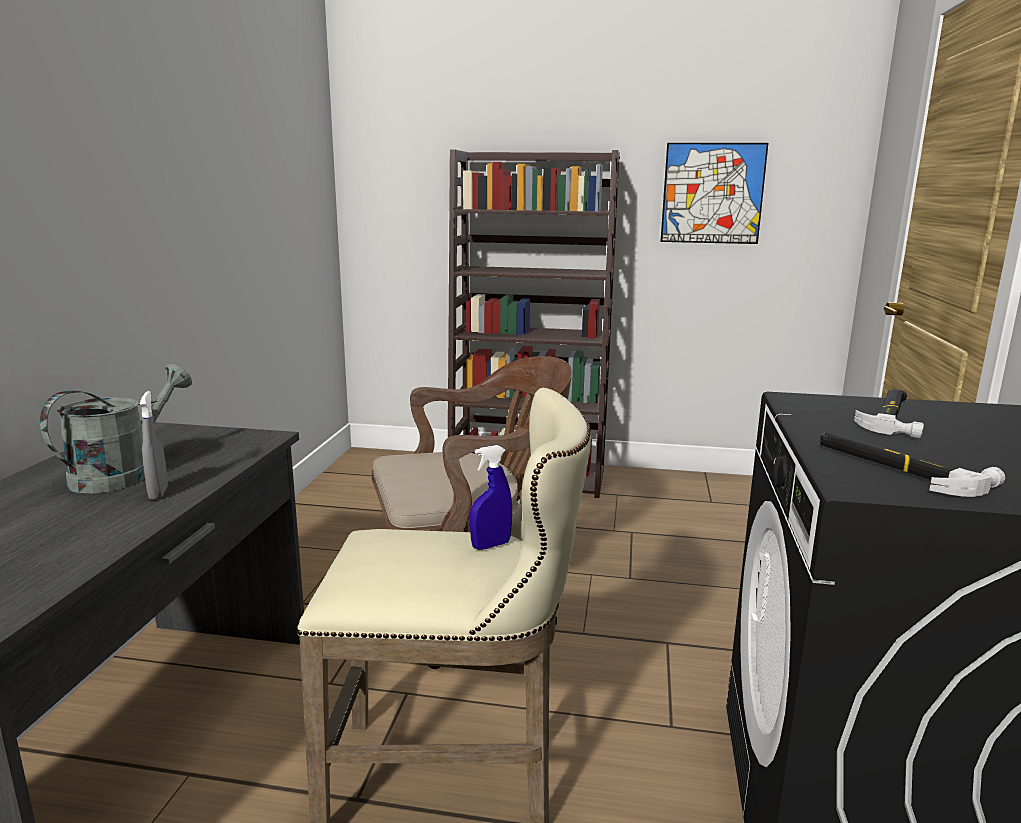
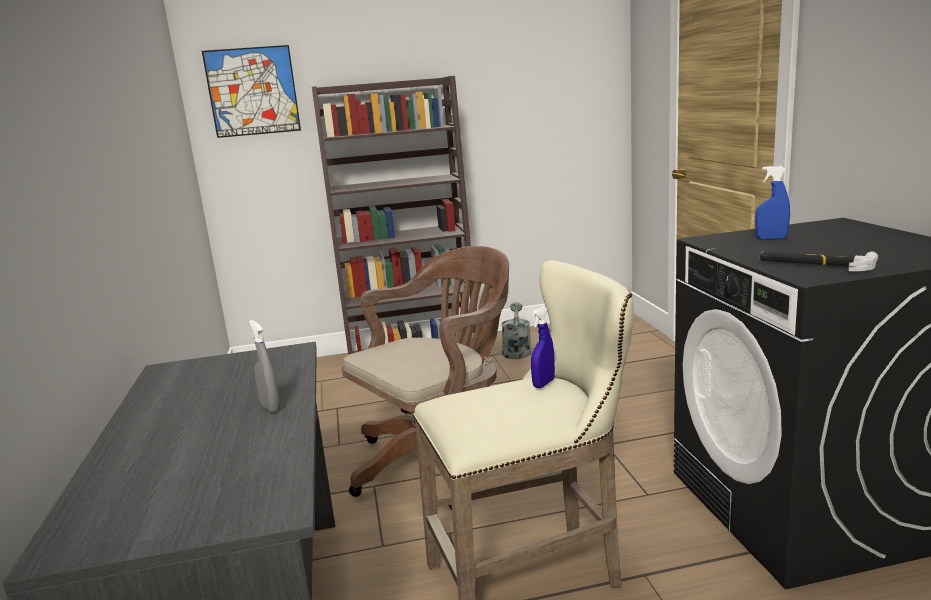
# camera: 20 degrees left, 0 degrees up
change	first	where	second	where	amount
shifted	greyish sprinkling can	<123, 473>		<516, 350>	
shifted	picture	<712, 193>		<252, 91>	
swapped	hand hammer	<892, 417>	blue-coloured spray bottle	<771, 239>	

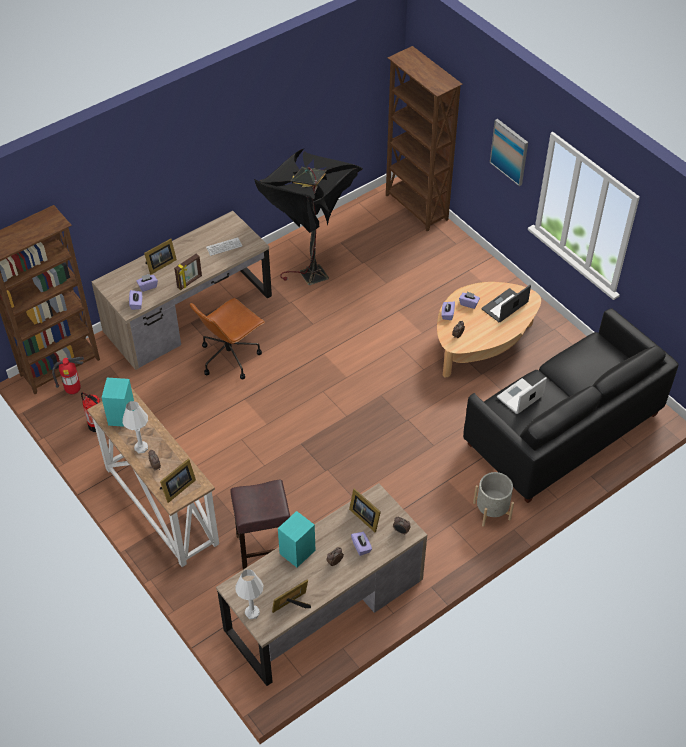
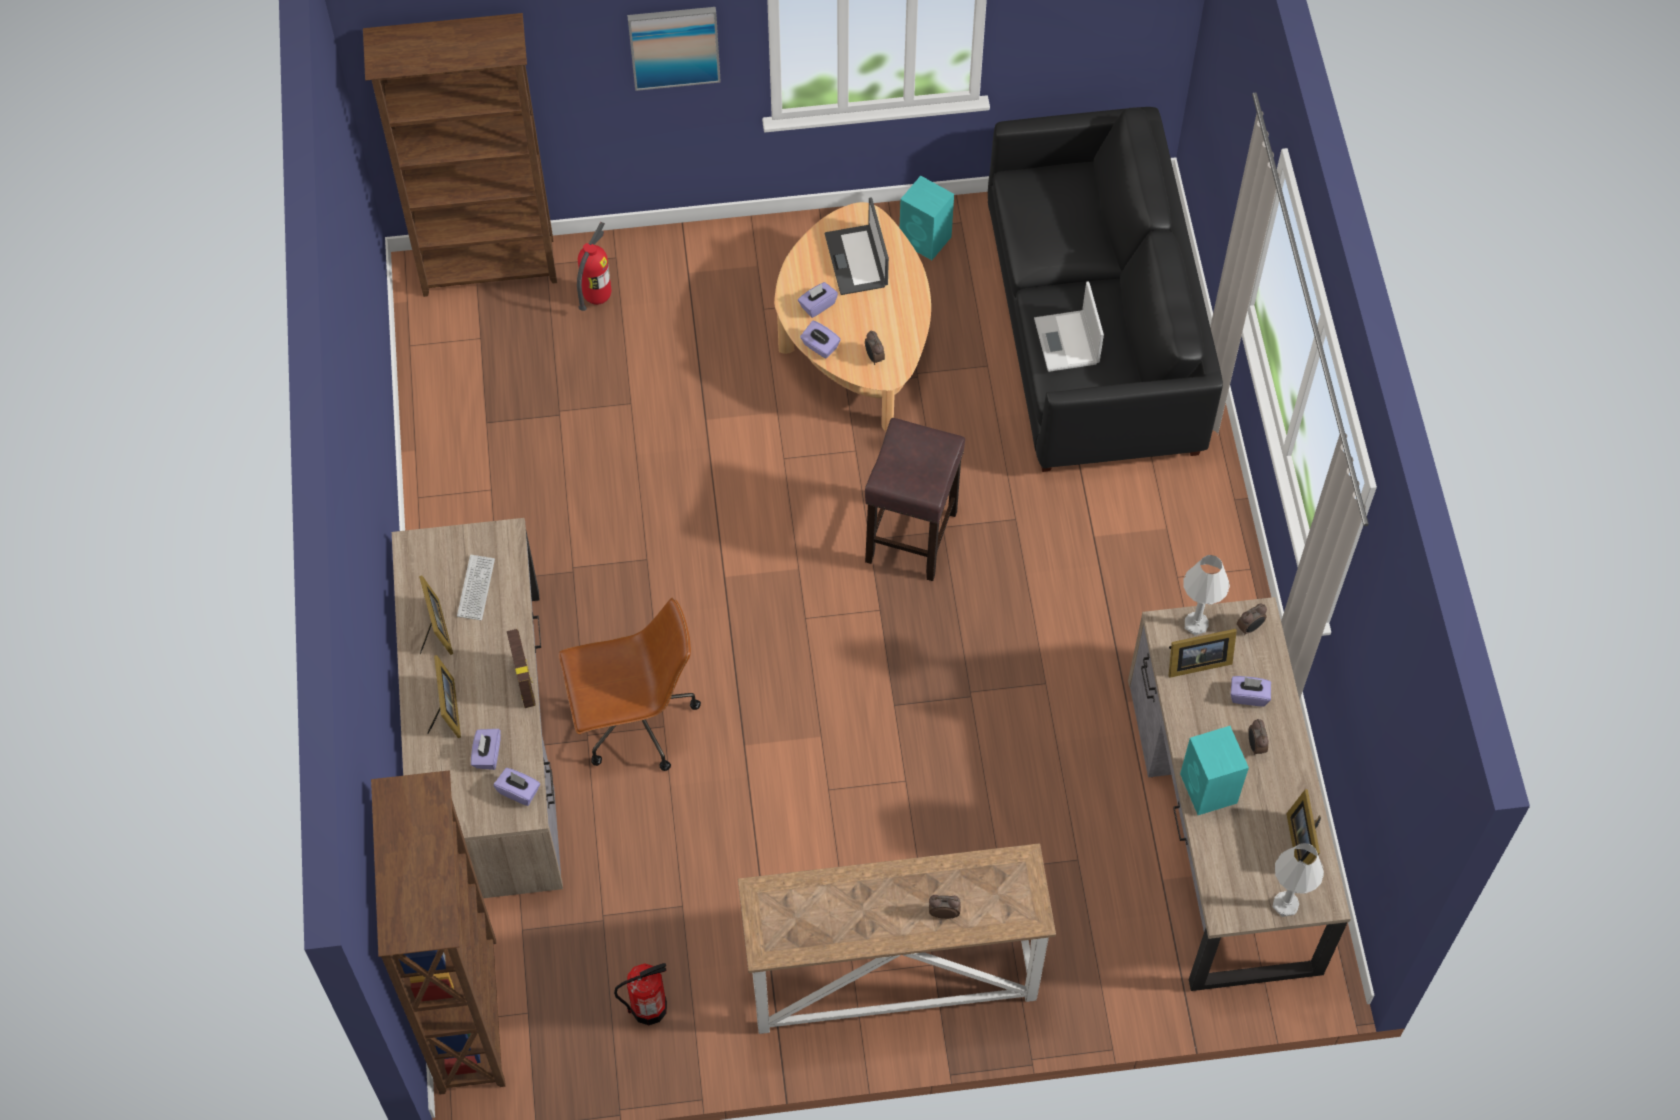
# camera: 60 degrees left, 10 degrees up
change	first	where	second	where	amount
gone	blackish standing lamp	<311, 270>			
gone	greyish plant pot	<491, 511>			
shifted	fire extinguisher	<73, 390>		<597, 297>	
shifted	turquoise speaker	<121, 416>		<926, 240>	
shifted	whitish tabletop lamp	<141, 448>		<1195, 624>	
shifted	photo frame	<177, 489>		<436, 631>	
shifted	brown stool	<265, 547>		<911, 535>	
rotated	brown computer chair	<230, 356>		<634, 722>	90 degrees counterclockwise

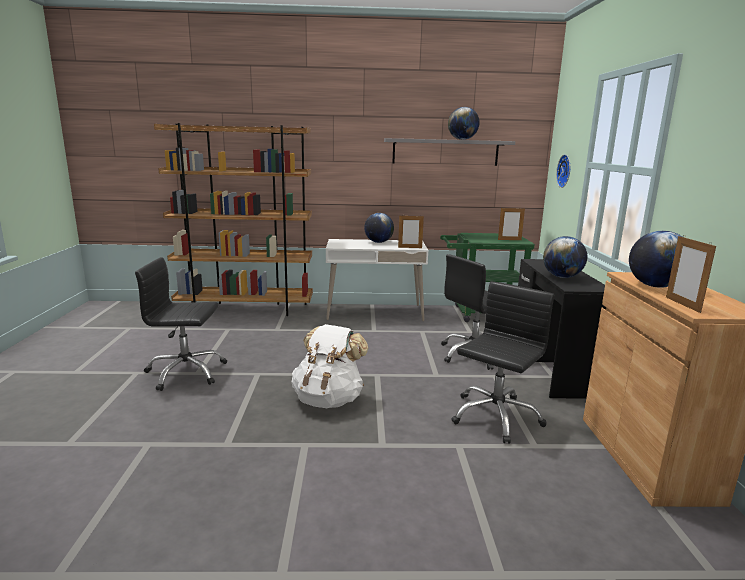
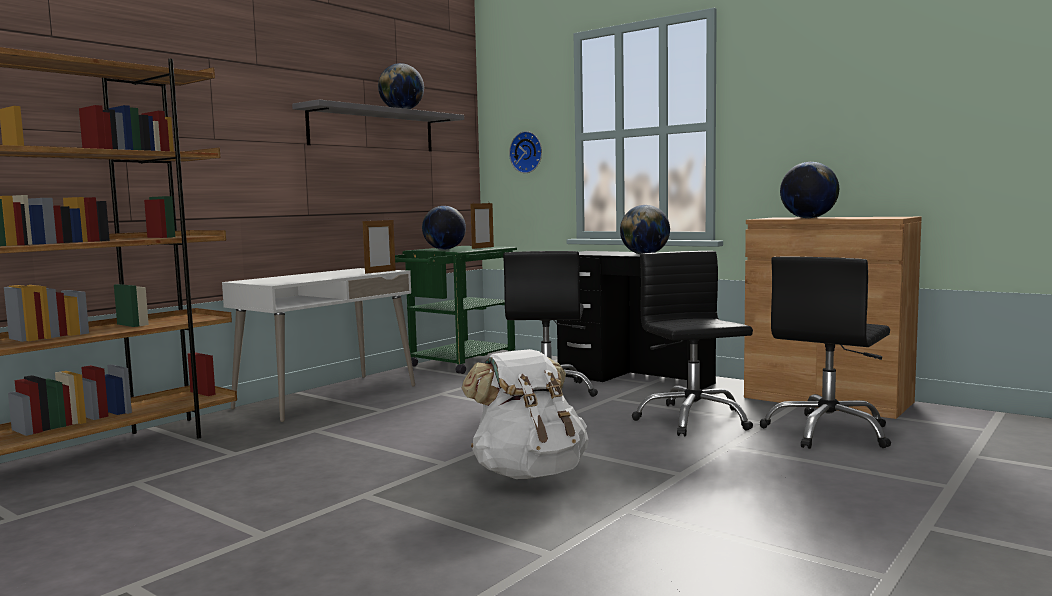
# camera: 50 degrees left, 10 degrees down
change	first	where	second	where	amount
gone	photo frame	<682, 304>			
shifted	blackish computer chair	<186, 372>		<828, 432>	
shifted	desk globe	<378, 242>		<444, 249>	

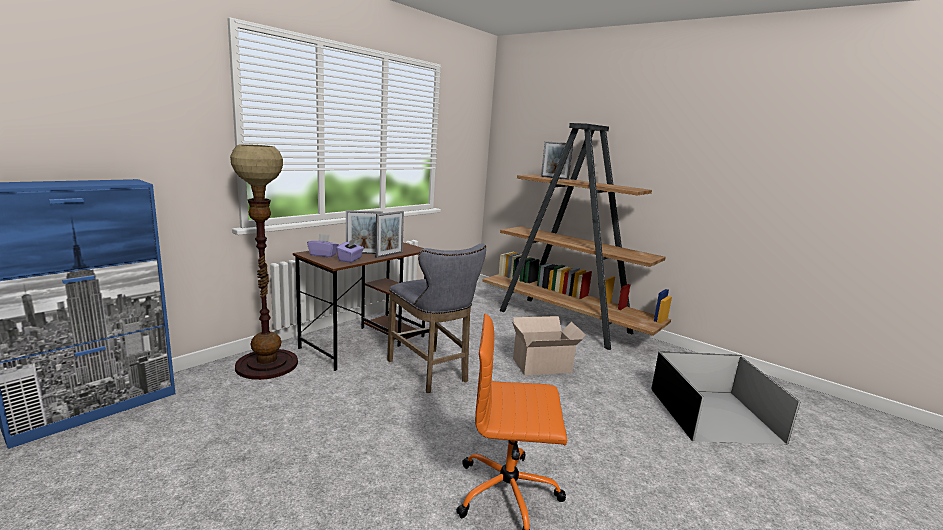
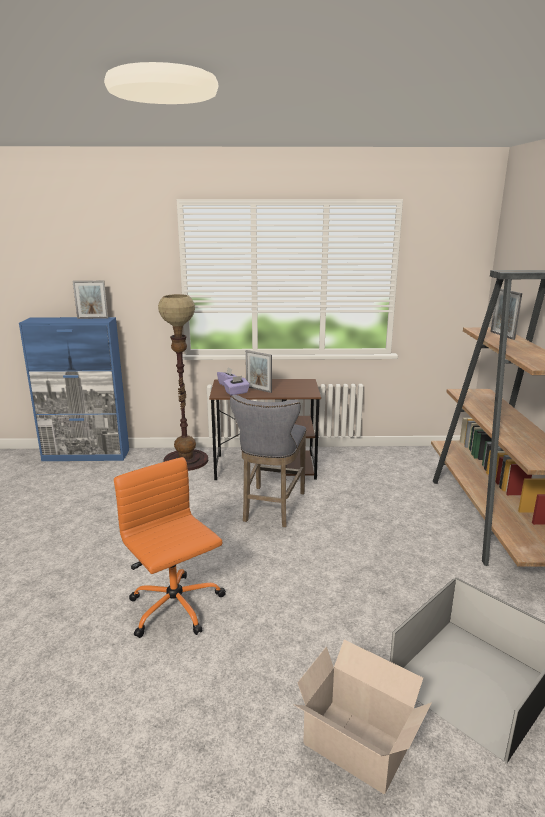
# camera: 50 degrees right, 5 degrees up
change	first	where	second	where	amount
shifted	photo frame	<389, 255>		<92, 318>	
shifted	cardboard box	<543, 365>		<358, 747>	

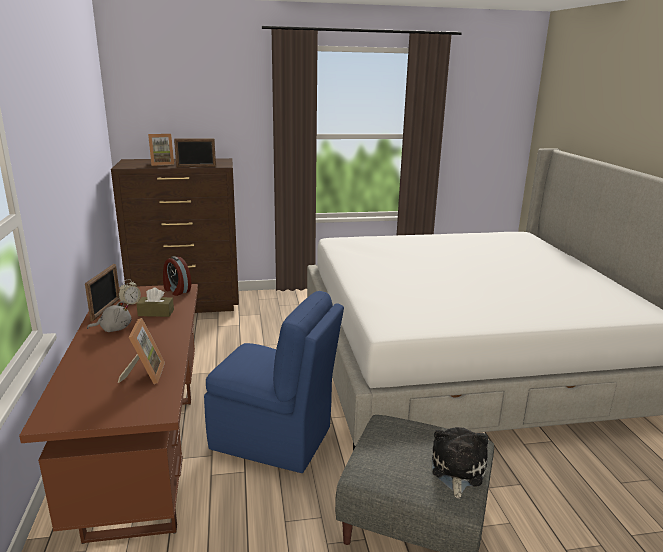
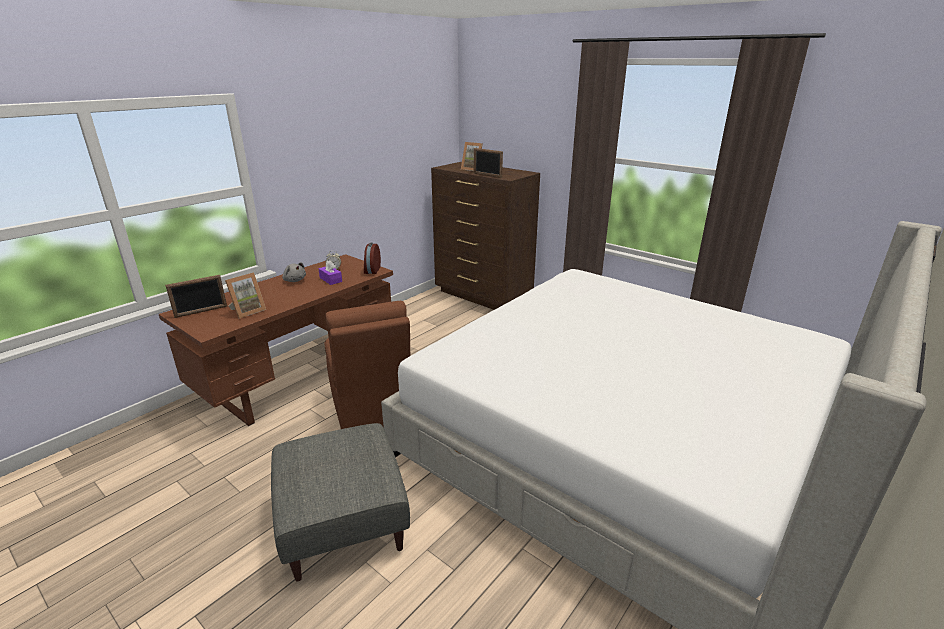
# camera: 50 degrees right, 5 degrees up
change	first	where	second	where	amount
gone	soft toy	<457, 470>			
shifted	photo frame	<106, 309>		<201, 312>	
repainted	brown tissue box	<156, 313>	purple-coloured tissue box	<331, 280>	
repainted	blue-coloured upright chair	<274, 439>	brown upright chair	<371, 411>	

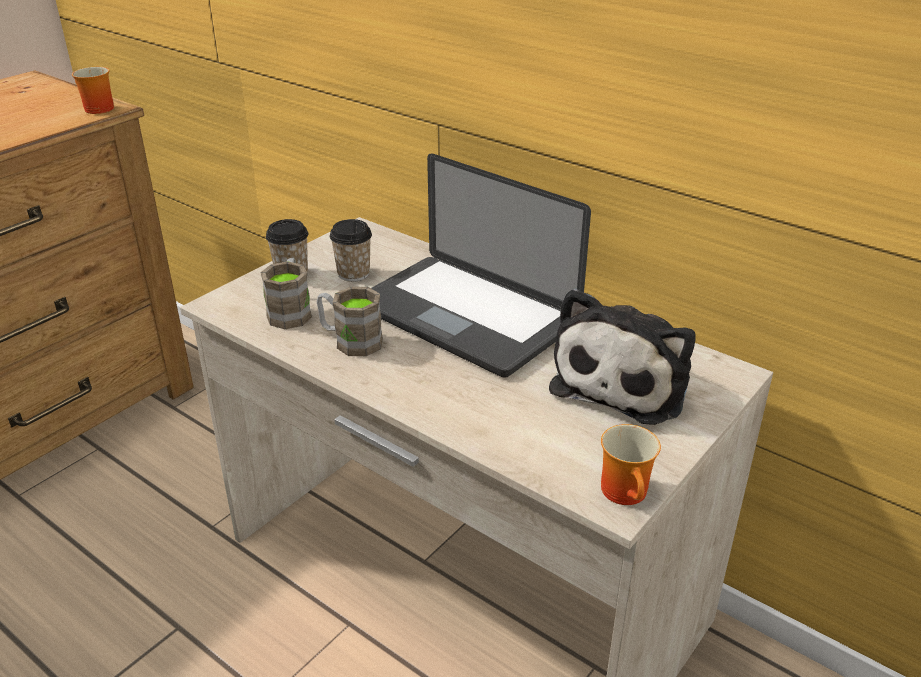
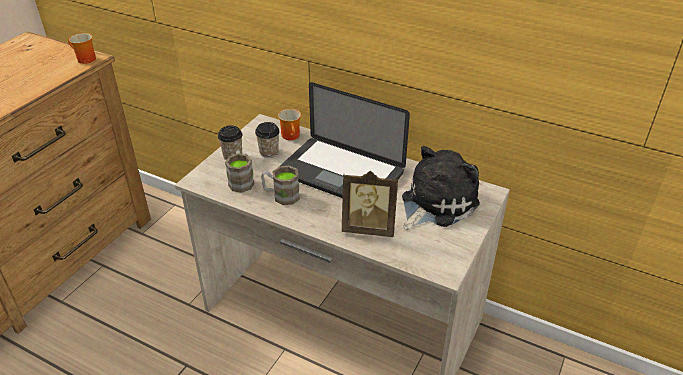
# camera: 10 degrees left, 5 degrees up
change	first	where	second	where	amount
new			photo frame	<368, 228>	
shifted	mug	<628, 493>		<292, 136>	
rotated	soft toy	<625, 381>		<435, 203>	150 degrees counterclockwise

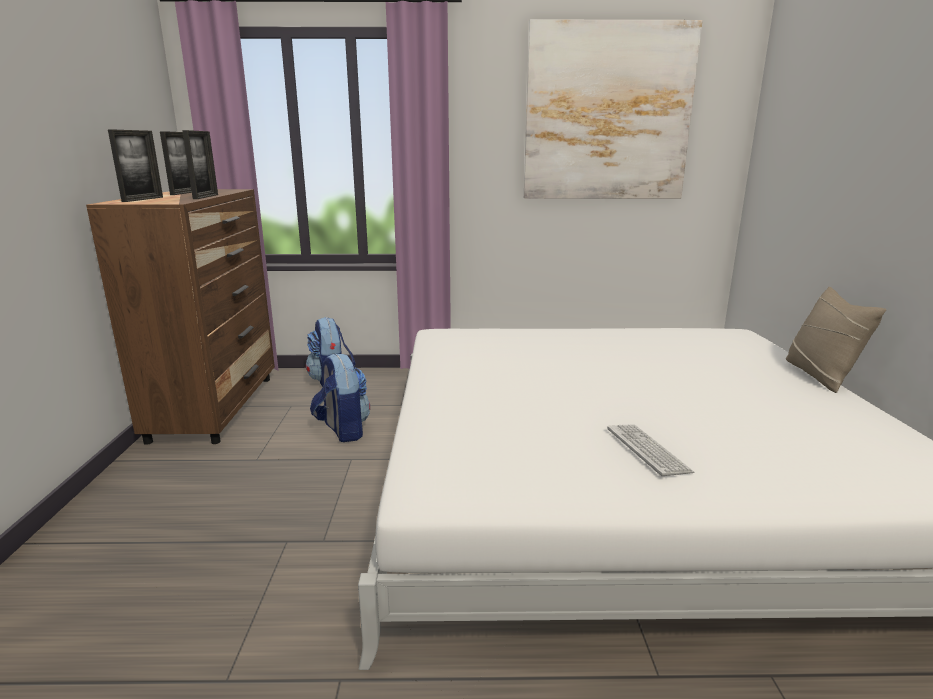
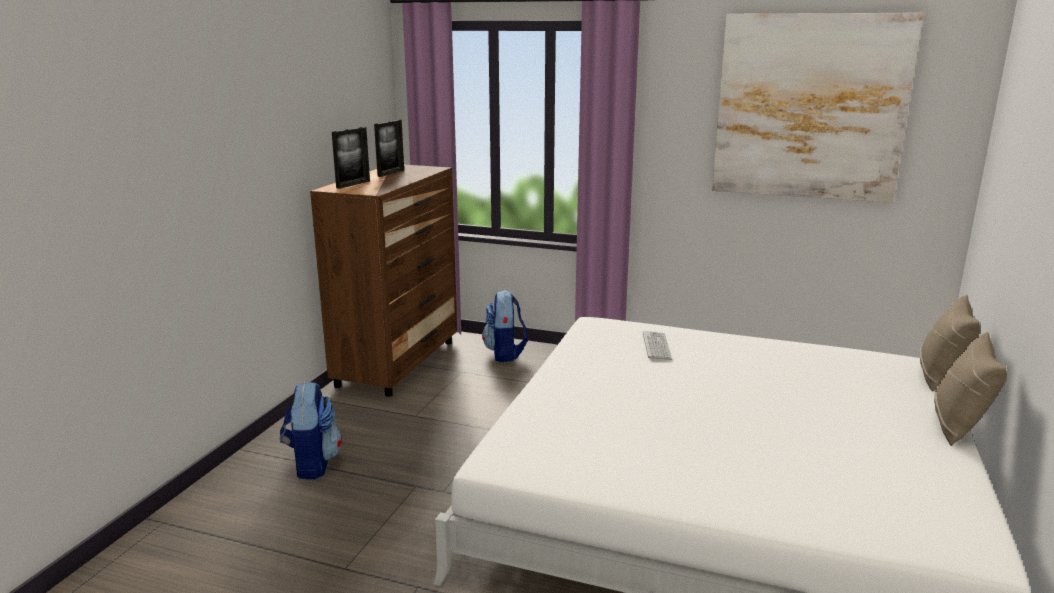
# camera: 20 degrees right, 0 degrees up
change	first	where	second	where	amount
gone	photo frame	<206, 197>			
new			beige pillow	<940, 376>	
shifted	knapsack	<342, 430>		<312, 463>	
shifted	keyboard	<647, 450>		<656, 346>	

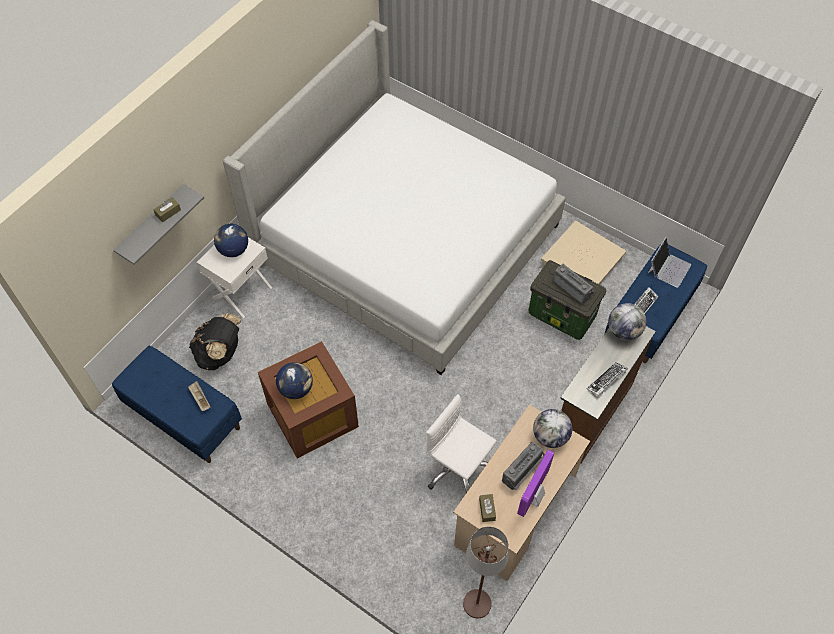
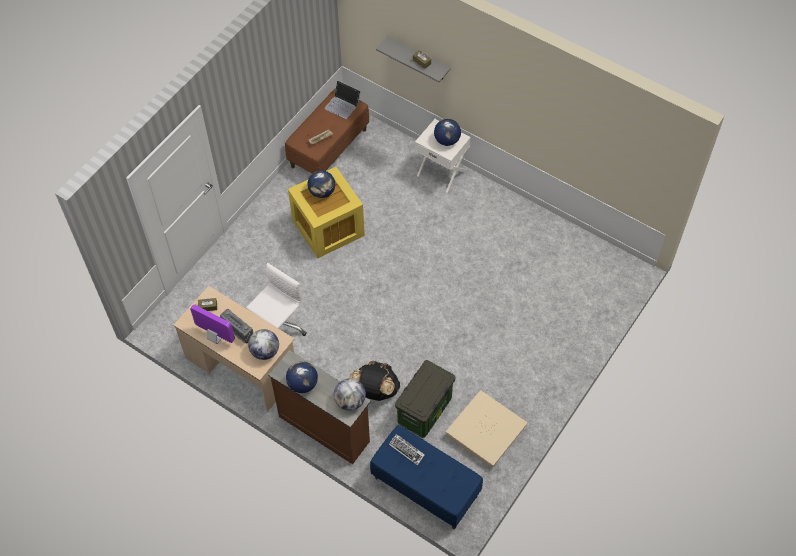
# camera: 90 degrees right, 0 degrees up
change	first	where	second	where	amount
gone	bed	<406, 242>			
gone	brown standing lamp	<477, 604>			
gone	radio set	<573, 288>			
shifted	blackish knapsack	<220, 354>		<375, 390>	
shifted	laptop	<668, 268>		<343, 105>	
swapped	keyboard	<606, 380>	desk globe	<303, 384>	
repainted	blue-coloured bench	<183, 417>	brown bench	<328, 148>	
repainted	brown storage bin	<313, 414>	yellow-coloured storage bin	<329, 228>	

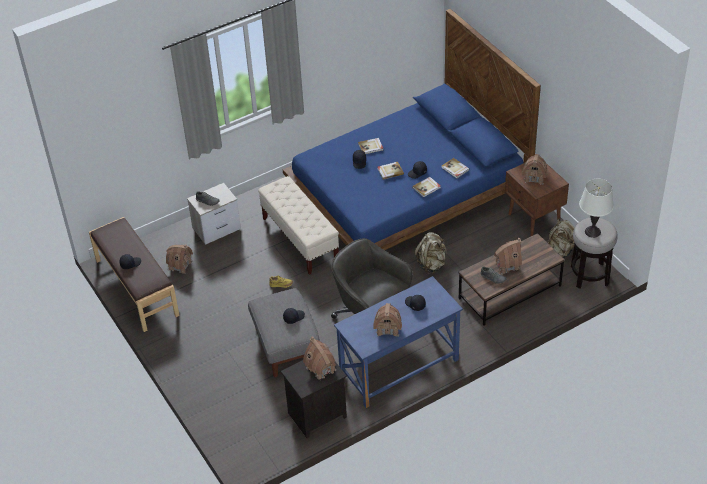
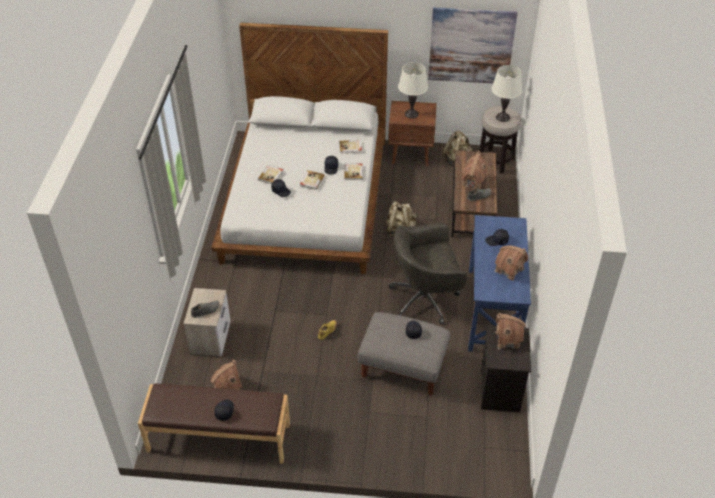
# camera: 55 degrees left, 0 degrees up
change	first	where	second	where	amount
gone	beige bench	<300, 240>			
new			picture	<471, 46>	
swapped	miniature house	<534, 177>	whitish tabletop lamp	<411, 114>	
repainted	blue-coloured bed	<407, 191>	whitish bed	<306, 199>	

